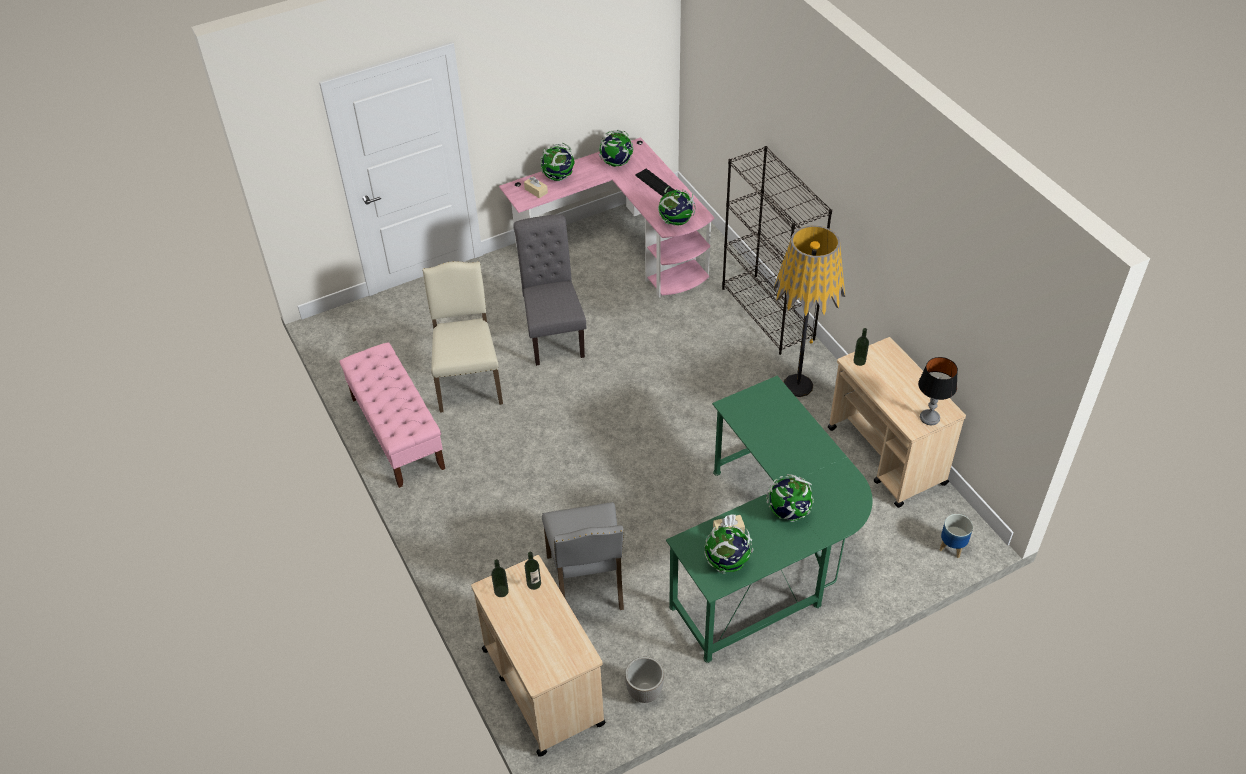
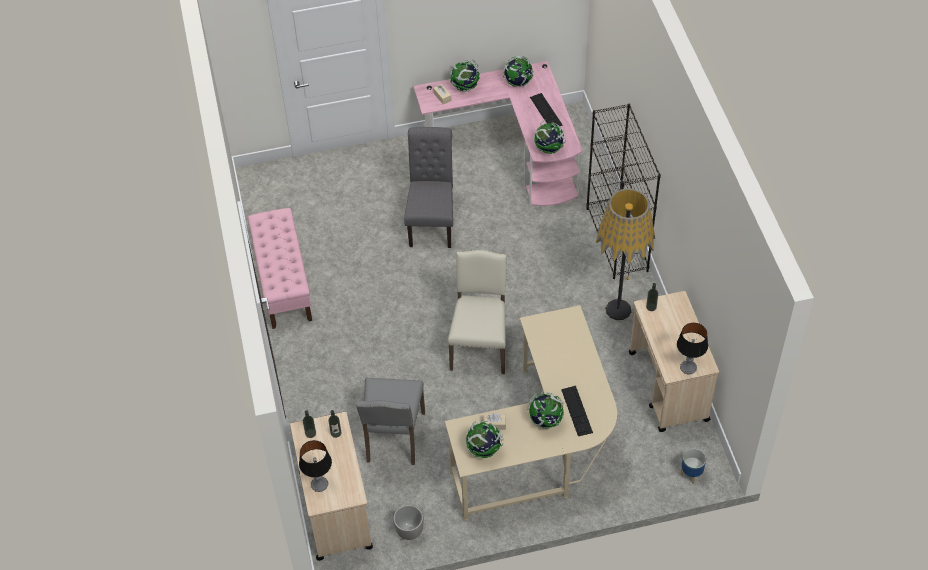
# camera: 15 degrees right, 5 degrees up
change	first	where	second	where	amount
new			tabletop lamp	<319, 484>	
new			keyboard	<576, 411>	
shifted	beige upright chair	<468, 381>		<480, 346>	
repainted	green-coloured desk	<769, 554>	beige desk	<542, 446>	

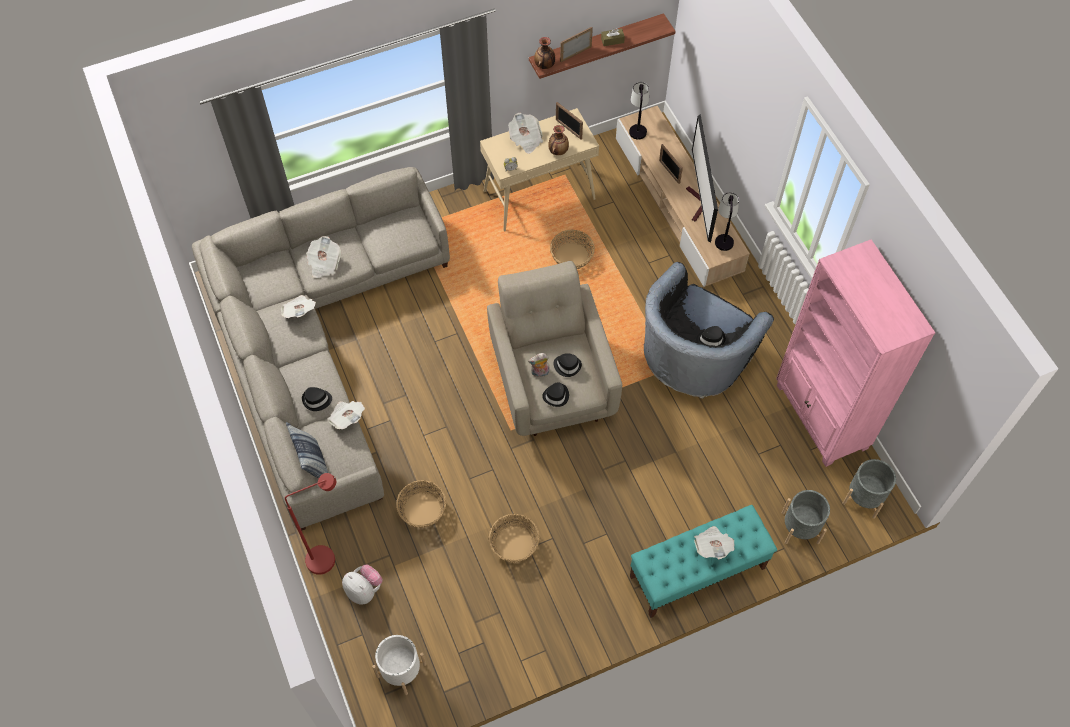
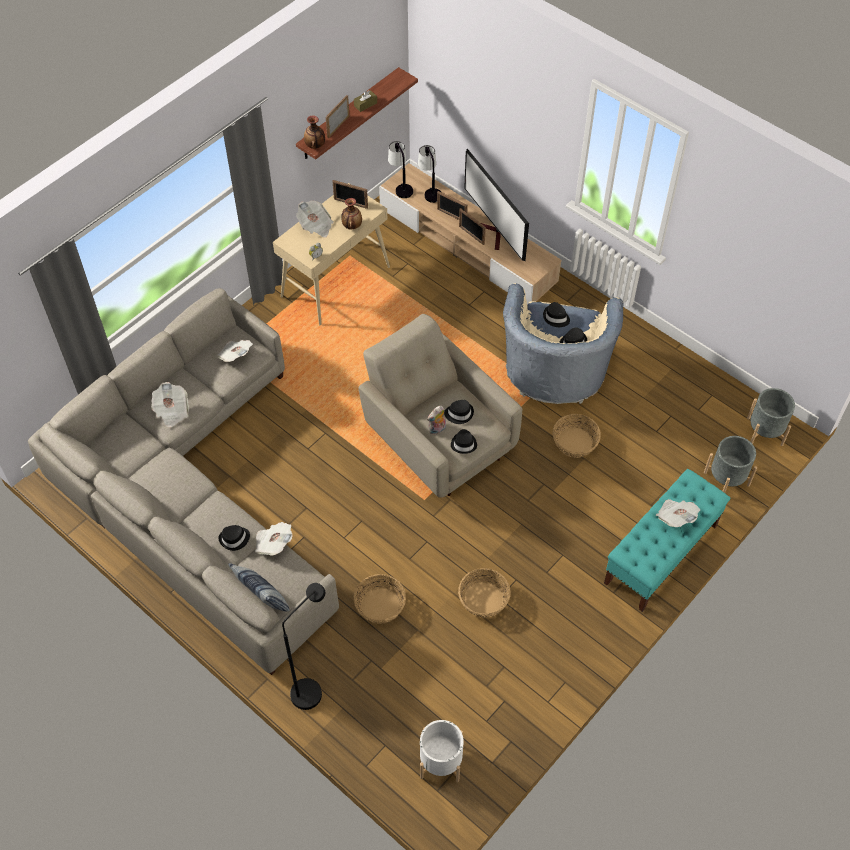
# camera: 25 degrees left, 5 degrees down
change	first	where	second	where	amount
gone	soft toy	<364, 590>			
gone	pink-coloured bookshelf	<821, 418>			
new			photo frame	<471, 235>	
new			blackish hat	<556, 318>	
shifted	daily paper	<299, 311>		<235, 355>	
shifted	household basket	<572, 256>		<574, 442>	
shifted	tabletop lamp	<723, 235>		<429, 190>	
repainted	red-coloured standing lamp	<328, 556>	blackish standing lamp	<311, 687>	
repainted	blackish easy chair	<693, 358>	beige easy chair	<554, 371>	

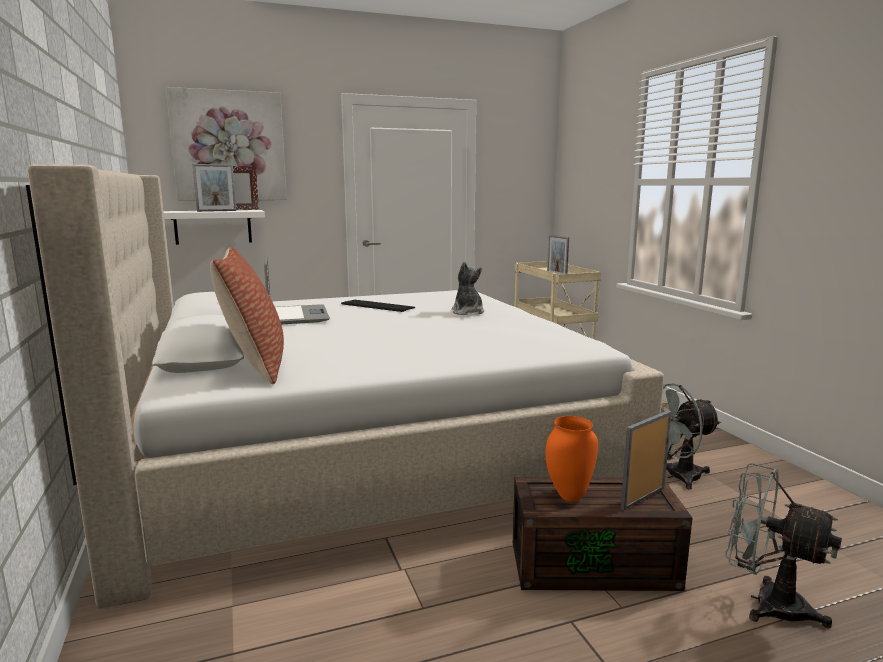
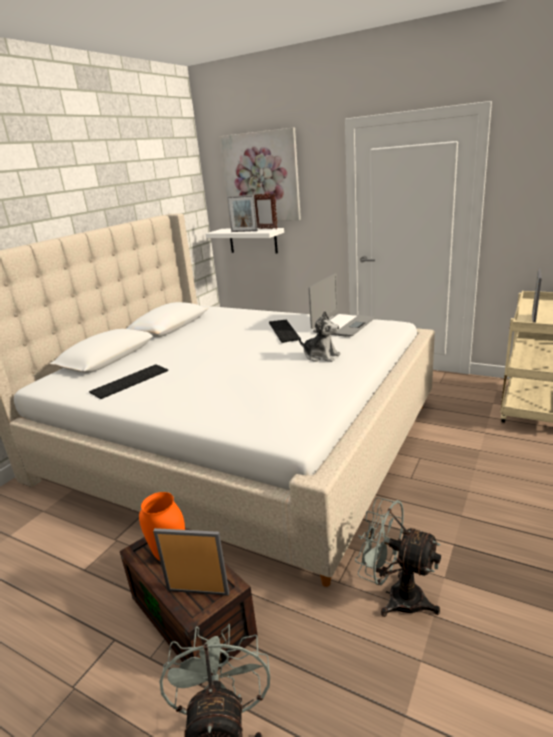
# camera: 50 degrees right, 10 degrees up
change	first	where	second	where	amount
gone	pillow	<255, 367>			
new			keyboard	<130, 380>	
shifted	laptop	<296, 316>		<343, 325>	
rotated	soft toy	<467, 312>		<321, 356>	90 degrees clockwise

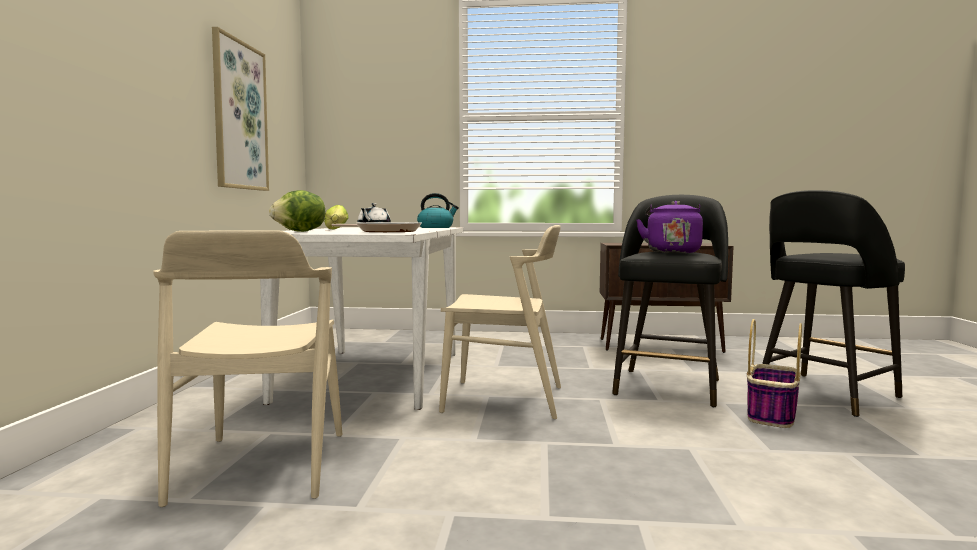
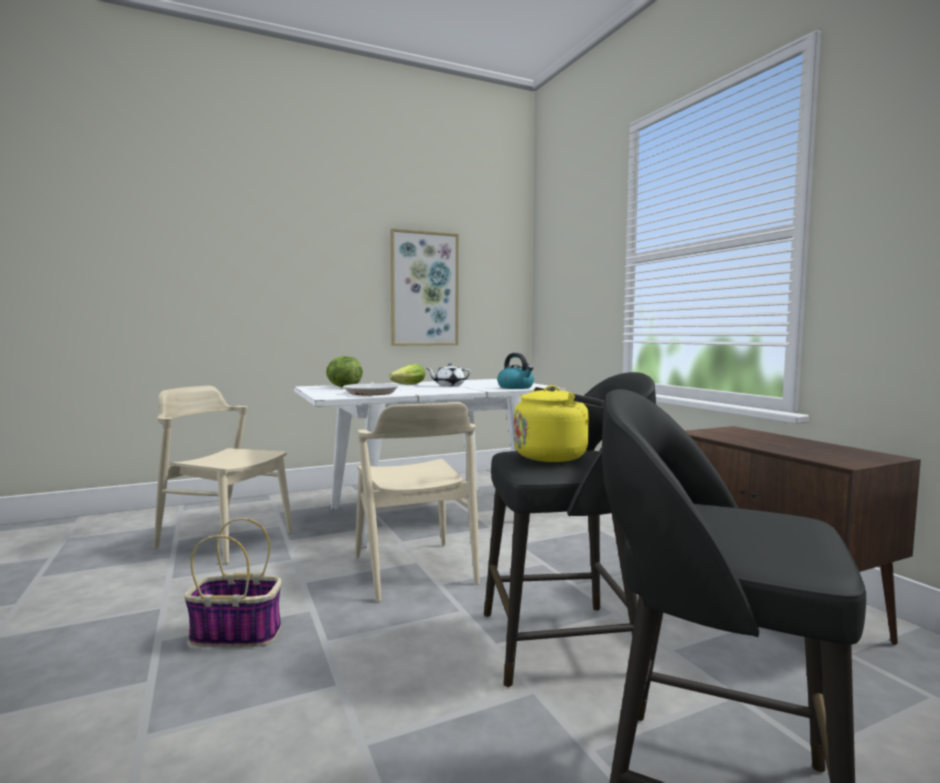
# camera: 60 degrees right, 0 degrees up
change	first	where	second	where	amount
shifted	household basket	<771, 414>		<238, 634>	
repainted	purple-coloured tea kettle	<672, 252>	yellow-coloured tea kettle	<554, 456>	
rotated	beige upright chair	<261, 466>		<225, 540>	60 degrees clockwise

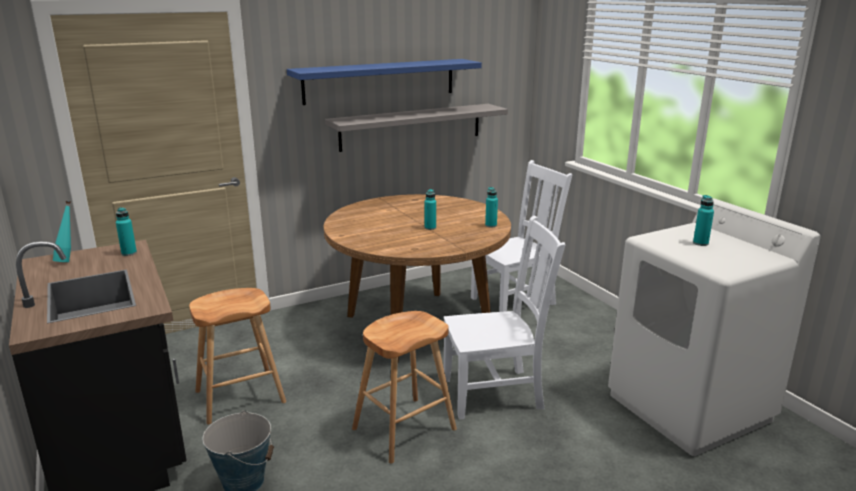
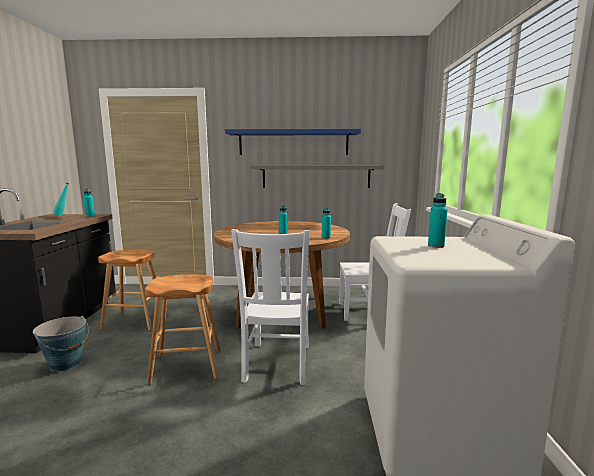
# camera: 30 degrees right, 10 degrees down
change	first	where	second	where	amount
rotated	whitish upright chair	<496, 393>		<277, 364>	75 degrees clockwise

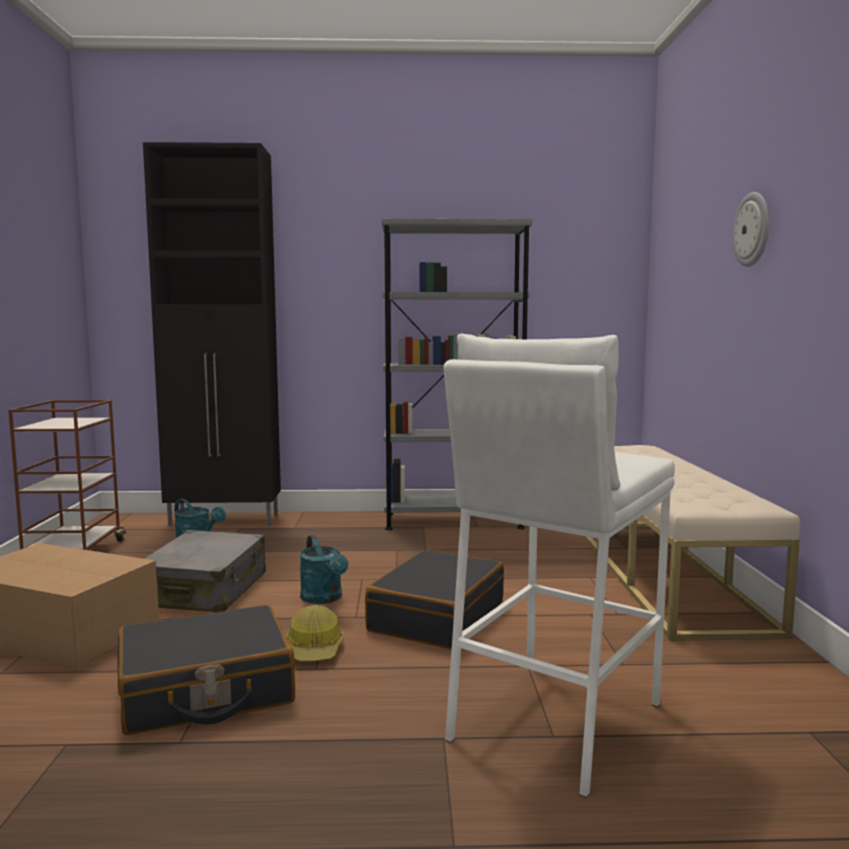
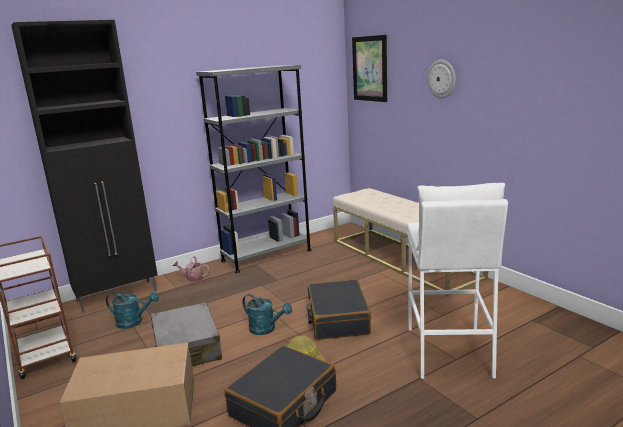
# camera: 30 degrees left, 10 degrees up
change	first	where	second	where	amount
new			sprinkling can	<192, 278>	
new			picture	<370, 68>	

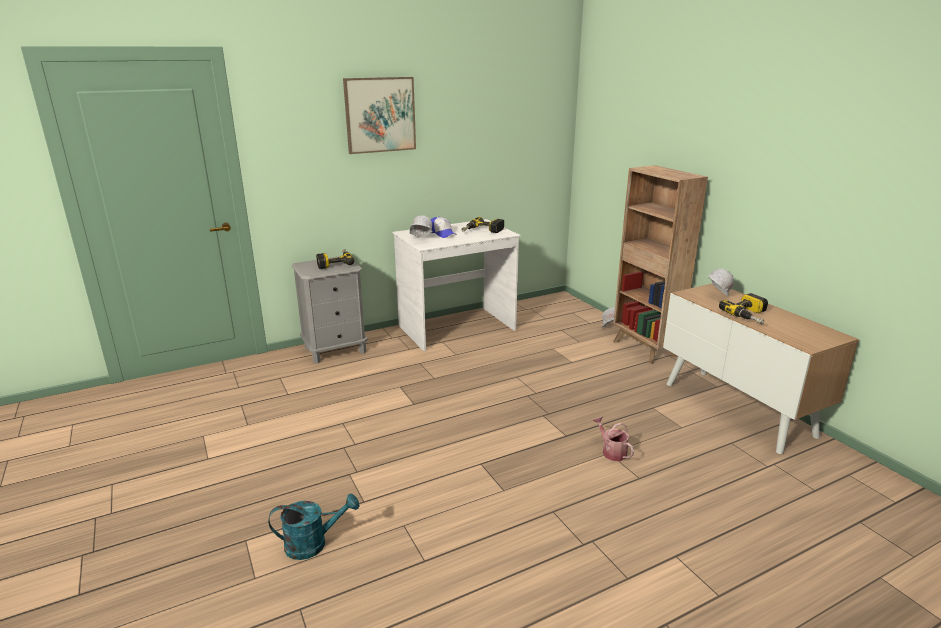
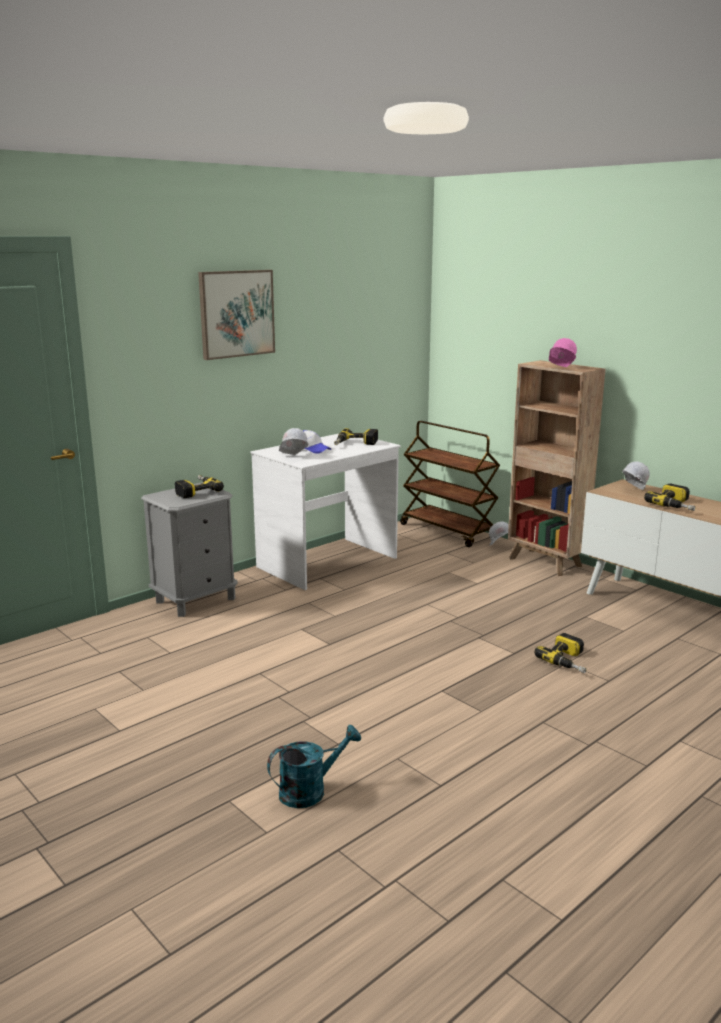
# camera: 15 degrees left, 5 degrees down
change	first	where	second	where	amount
new			brown trolley	<448, 531>	
new			pink-coloured hard hat	<560, 368>	
swapped	sprinkling can	<612, 451>	drill	<568, 661>	

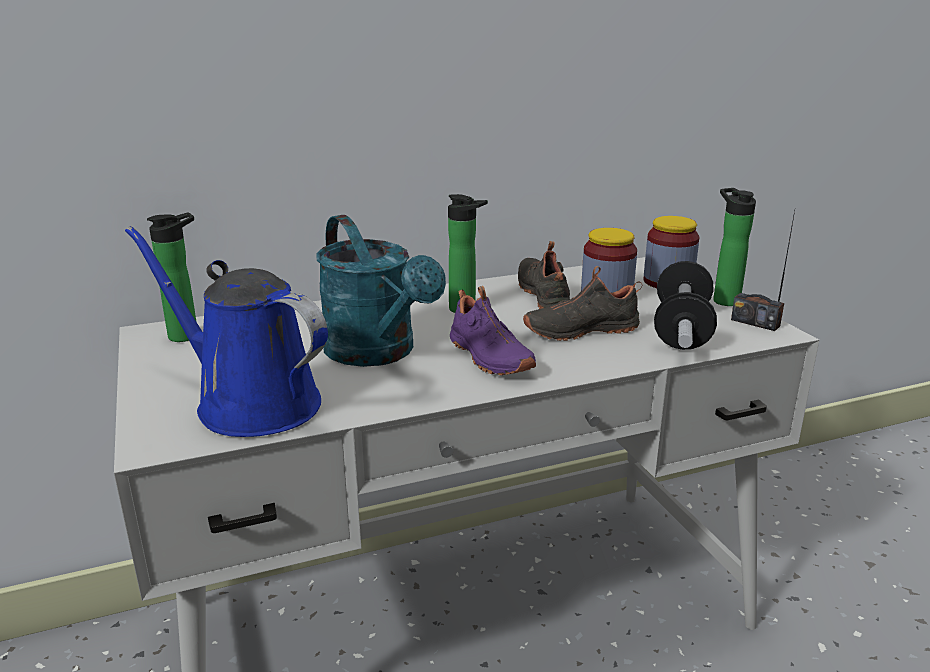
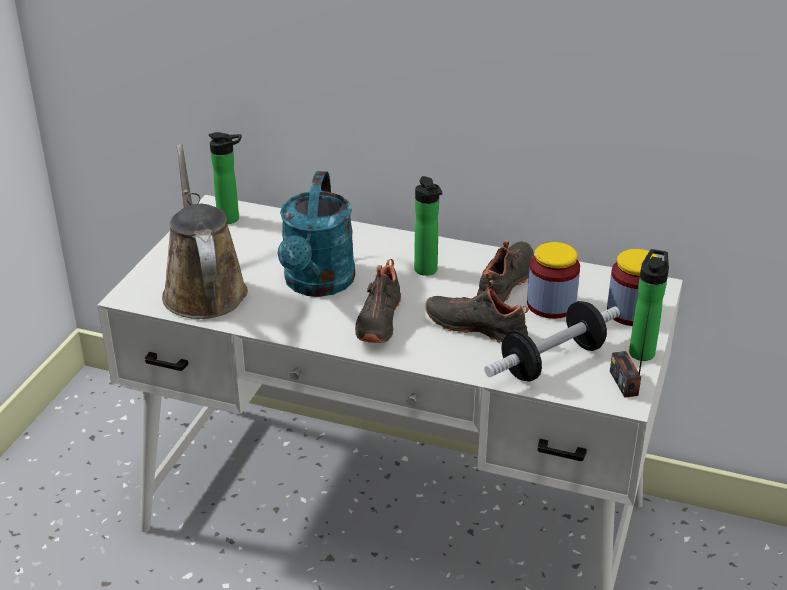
# camera: 40 degrees right, 10 degrees up
change	first	where	second	where	amount
repainted	blue-coloured sprinkling can	<249, 402>	brown sprinkling can	<203, 289>	
repainted	purple-coloured low shoe	<487, 358>	blackish low shoe	<377, 320>	

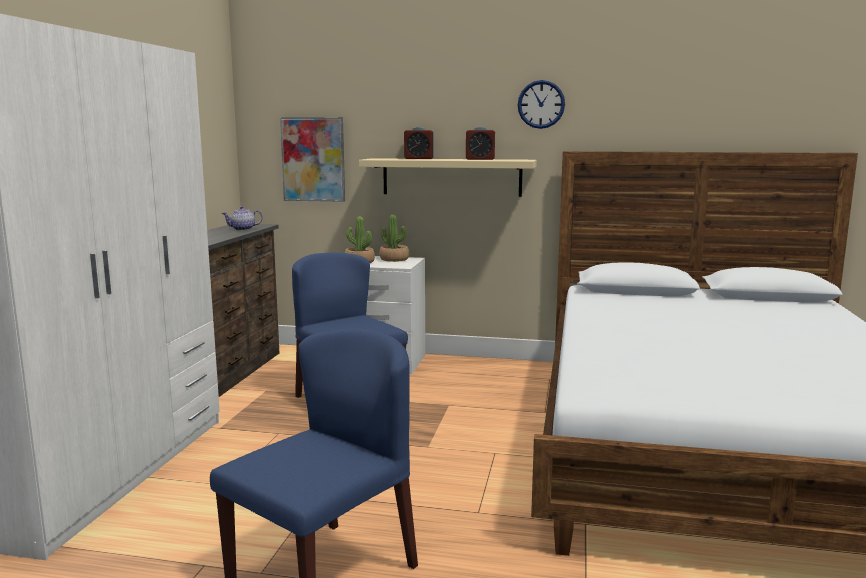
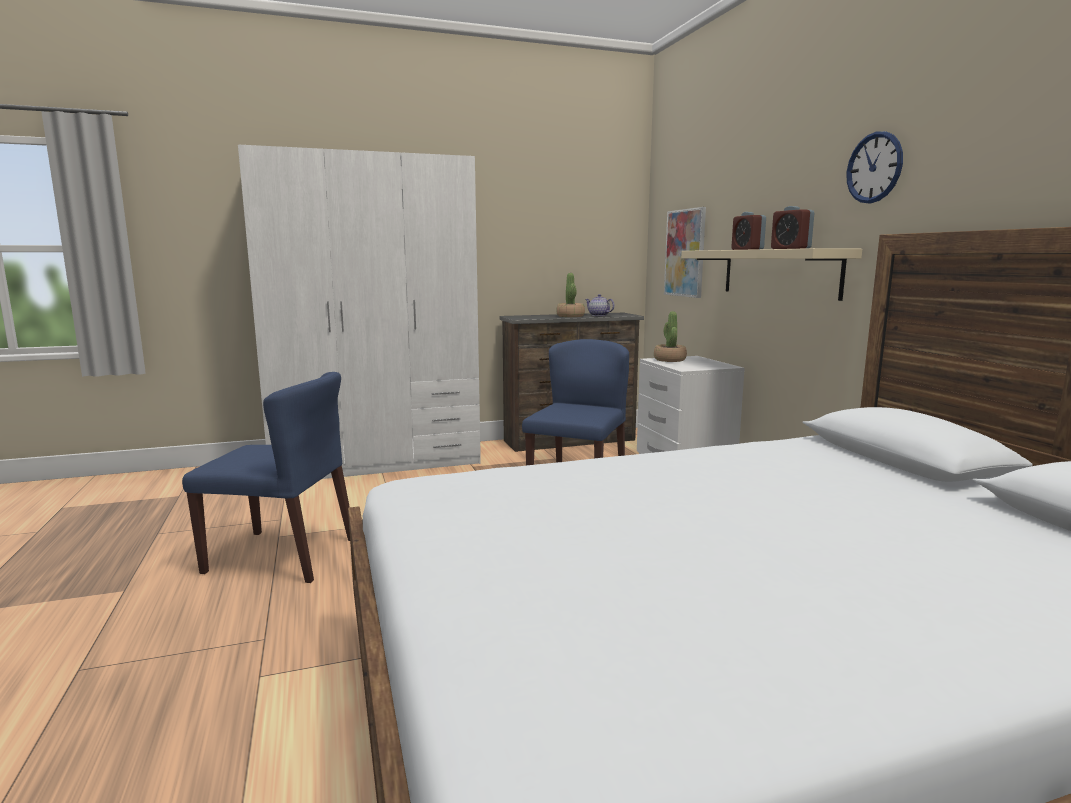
# camera: 60 degrees right, 0 degrees up
change	first	where	second	where	amount
shifted	houseplant	<394, 259>		<570, 316>	

